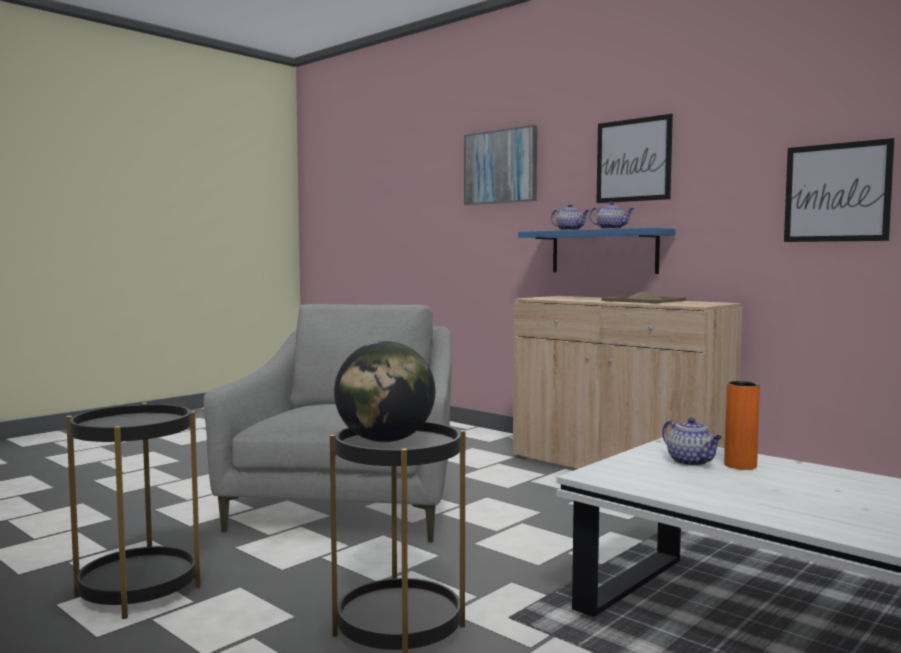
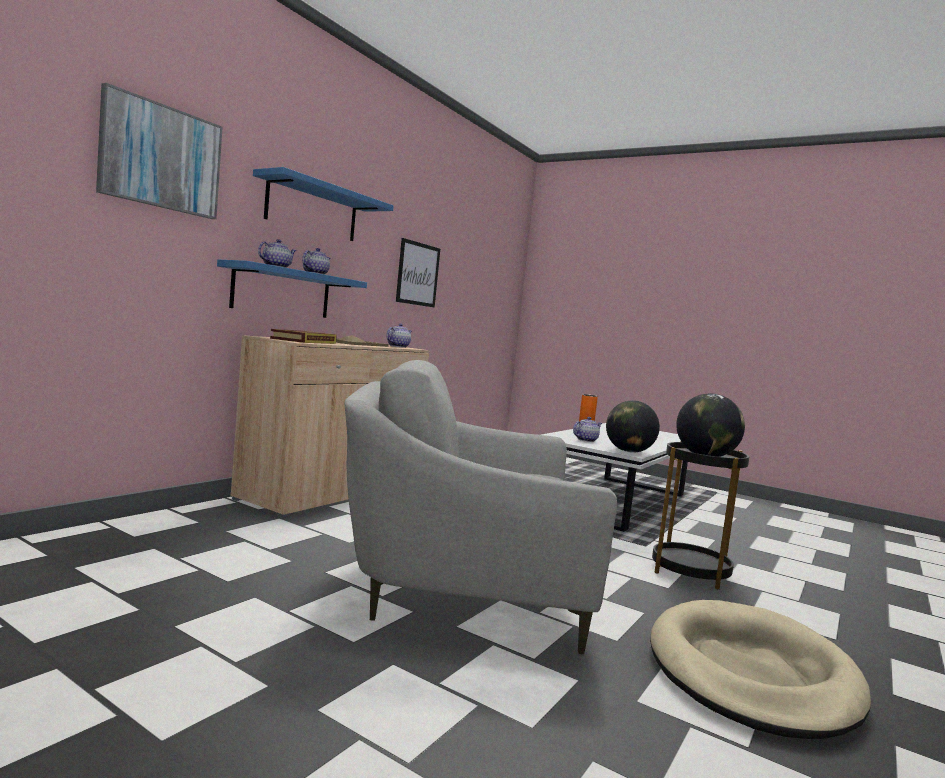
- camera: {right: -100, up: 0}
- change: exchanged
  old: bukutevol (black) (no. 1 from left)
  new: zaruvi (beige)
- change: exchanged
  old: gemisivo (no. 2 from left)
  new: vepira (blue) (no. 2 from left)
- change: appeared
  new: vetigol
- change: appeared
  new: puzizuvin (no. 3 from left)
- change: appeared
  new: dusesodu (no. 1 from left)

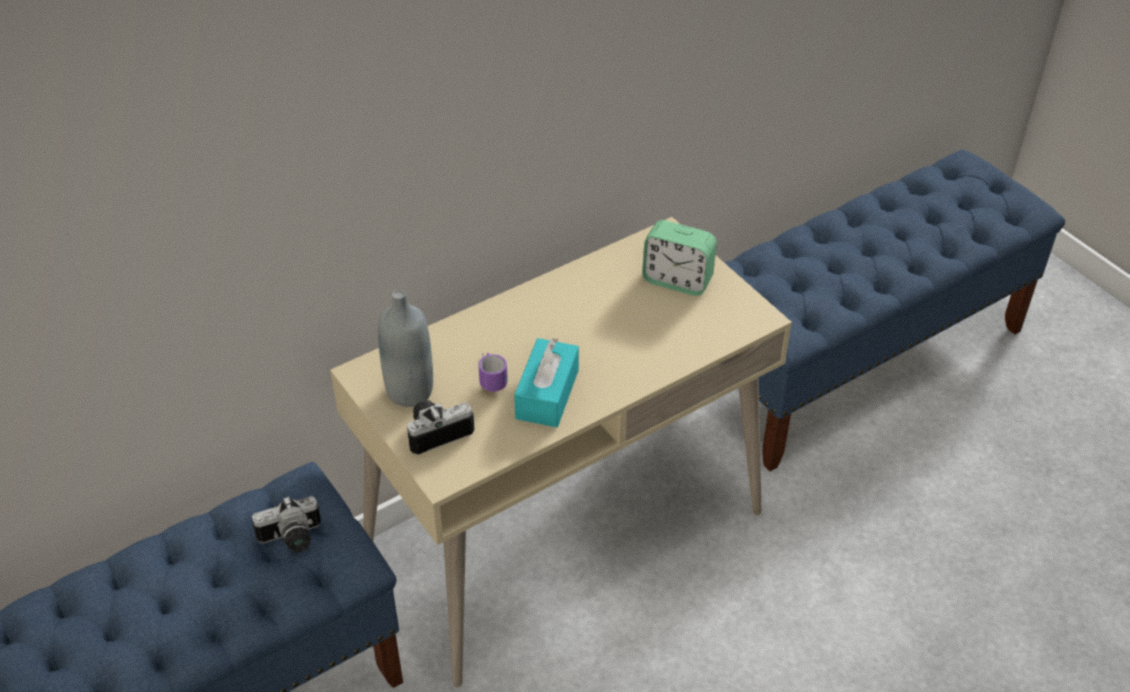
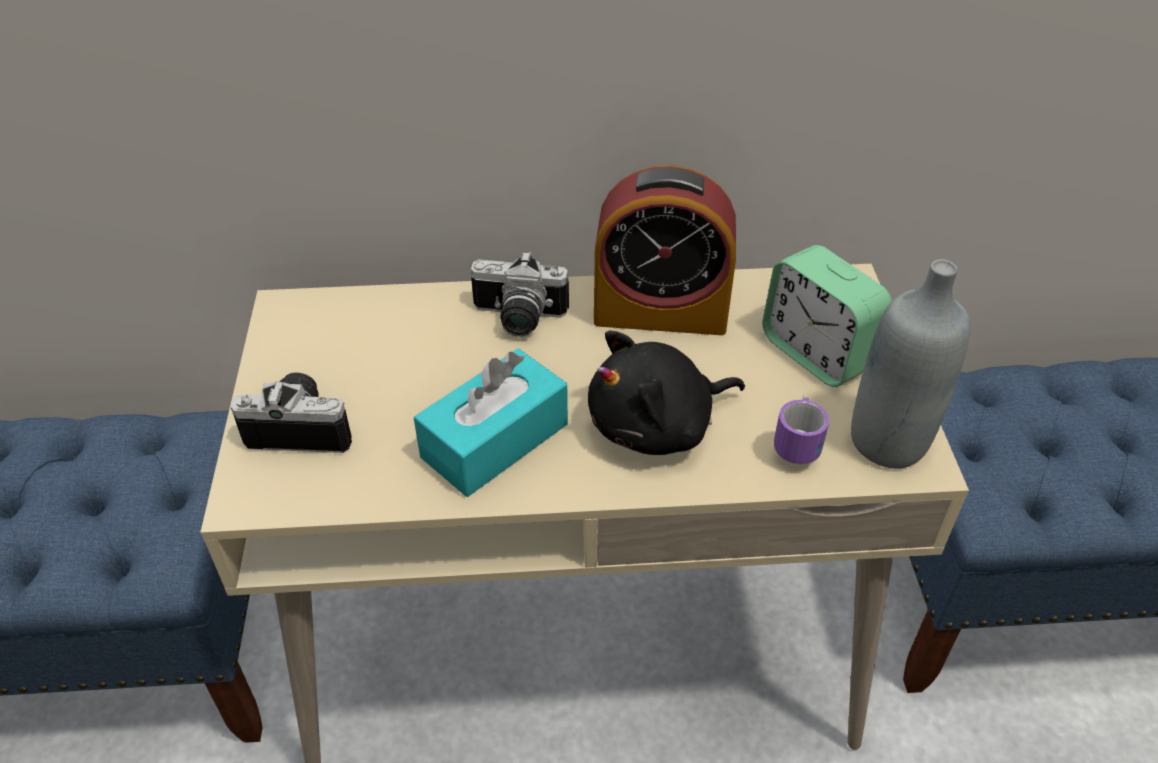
- camera: {right: 30, up: 0}
- change: relocated
  old: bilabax (no. 1 from left in the first image)
  new: bilabax (no. 2 from left)
- change: relocated
  old: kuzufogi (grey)
- change: relocated
  old: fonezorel
- change: appeared
  new: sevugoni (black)
- change: appeared
  new: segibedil (no. 1 from left)

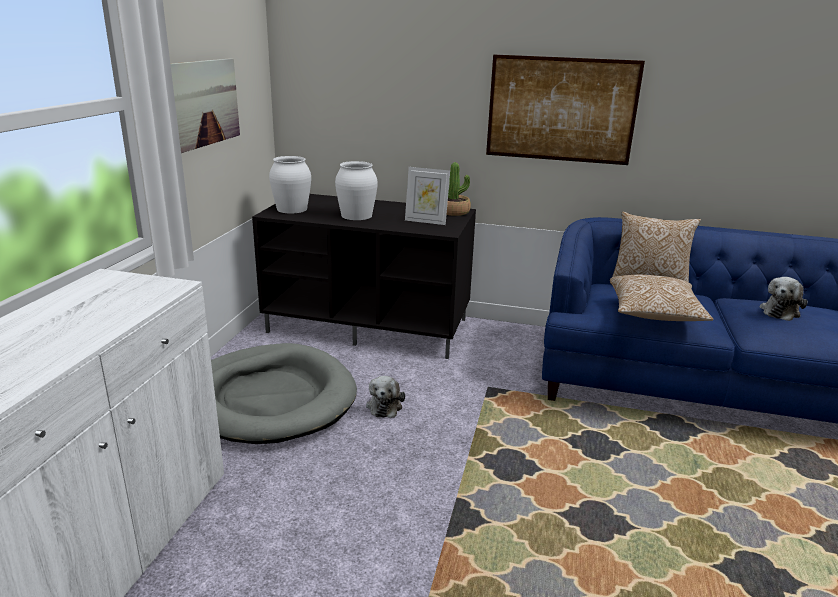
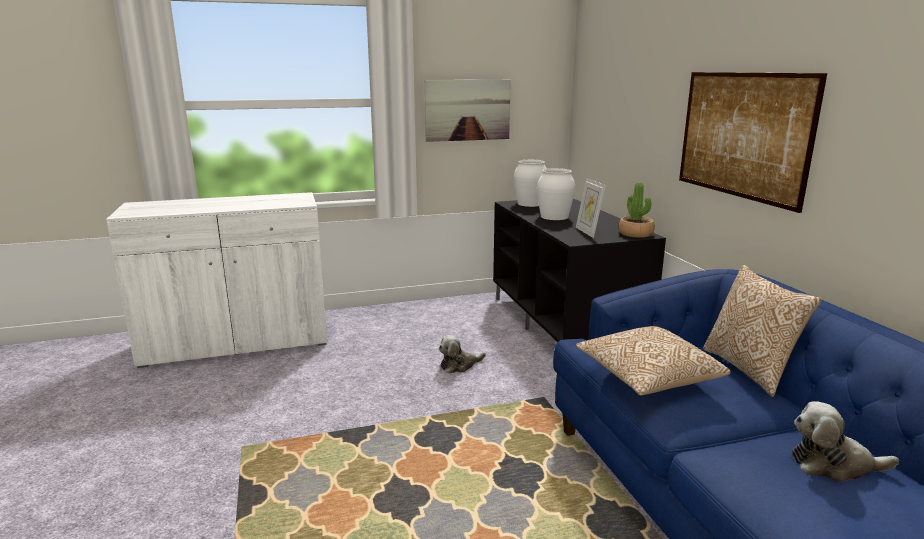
- camera: {right: 60, up: -5}
- change: missing
  old: zaruvi (grey)

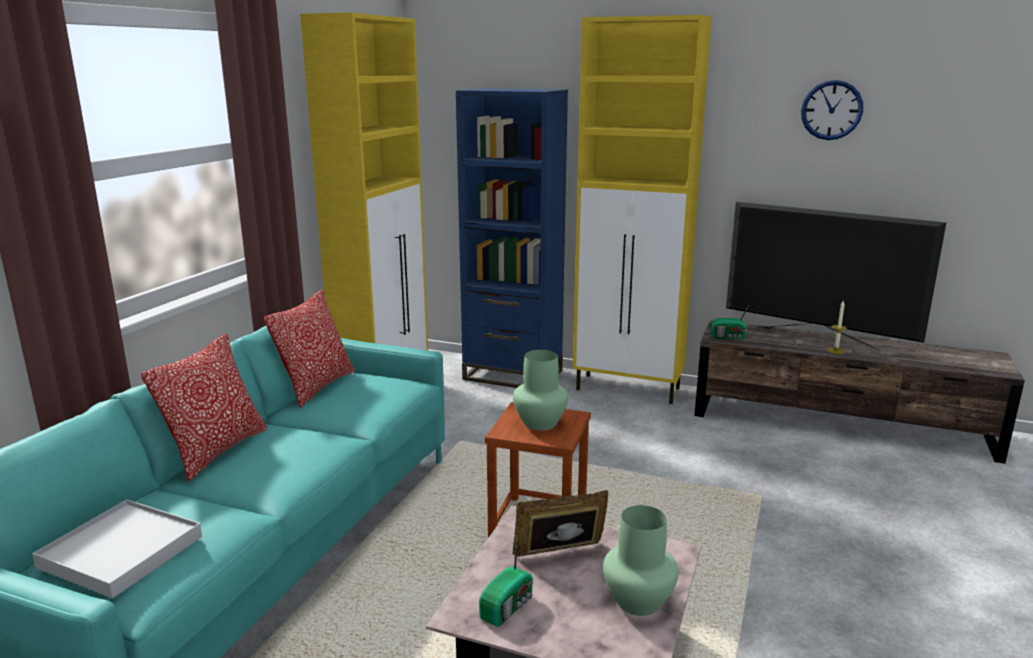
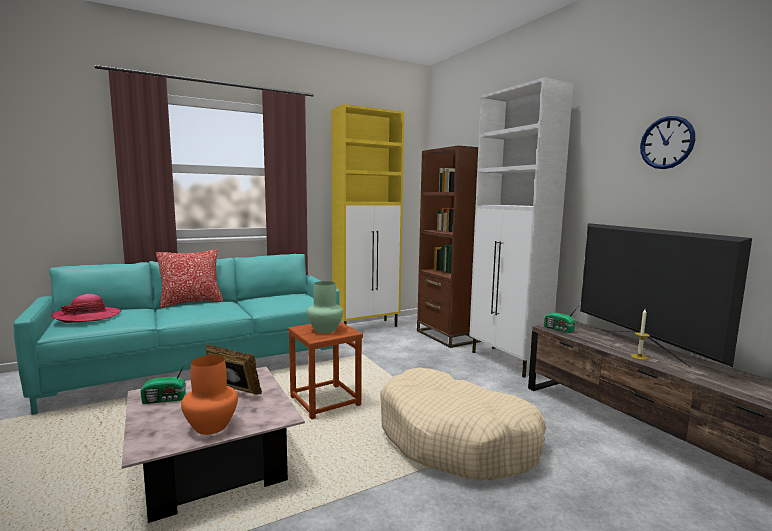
- camera: {right: 40, up: -10}
- change: exchanged
  old: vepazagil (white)
  new: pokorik
- change: missing
  old: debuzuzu (no. 2 from left)
- change: colour
  old: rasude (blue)
  new: rasude (brown)
- change: colour
  old: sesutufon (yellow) (no. 2 from left)
  new: sesutufon (white)
- change: colour
  old: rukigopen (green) (no. 2 from left)
  new: rukigopen (orange)
- change: appeared
  new: zaruvi (beige)

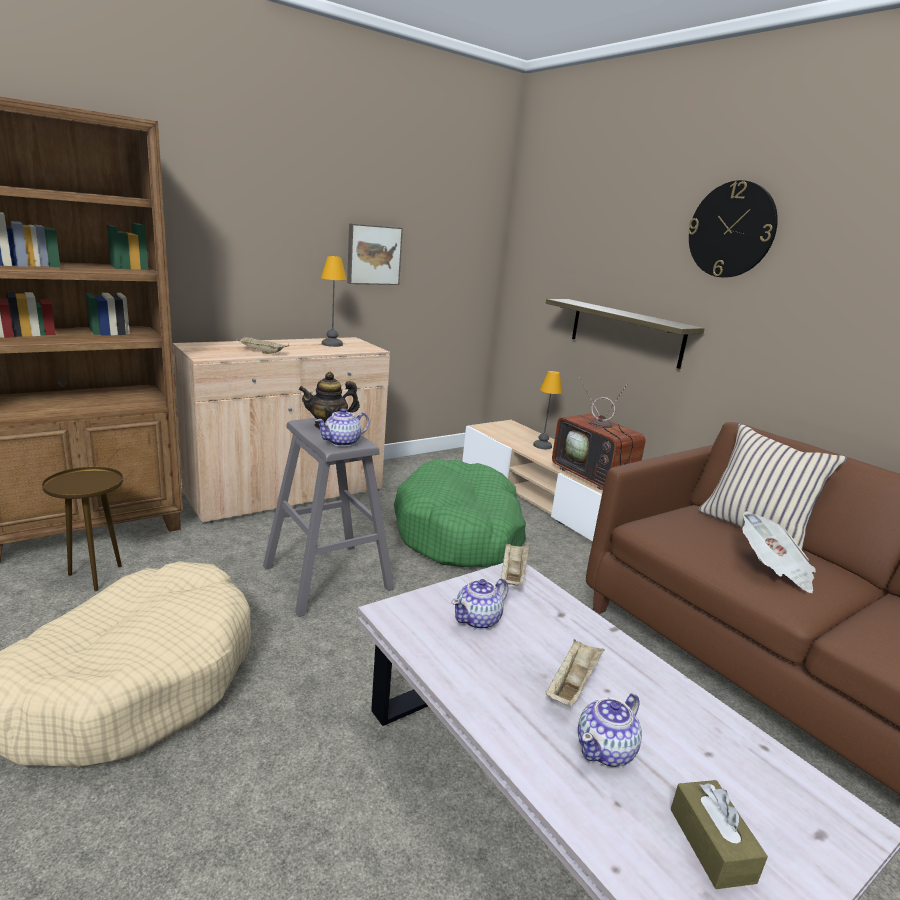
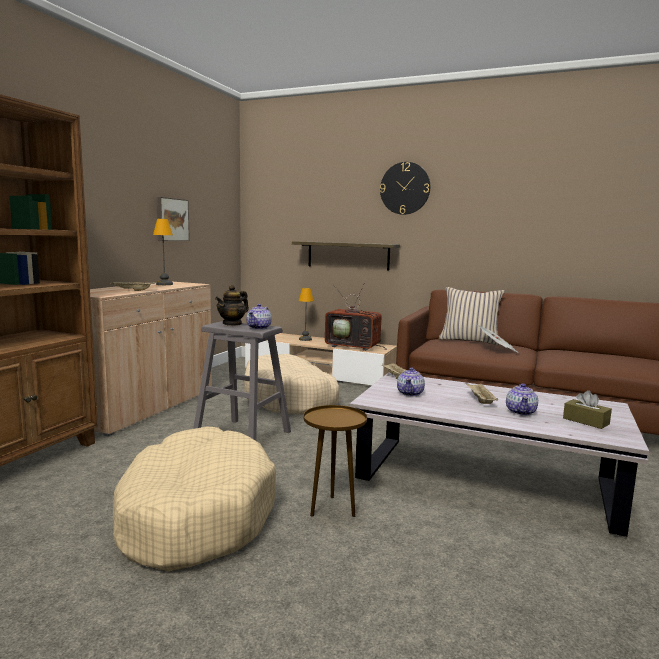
- camera: {right: -30, up: -10}
- change: relocated
  old: bukutevol (brown)
- change: colour
  old: zaruvi (green)
  new: zaruvi (beige) (no. 2 from left)

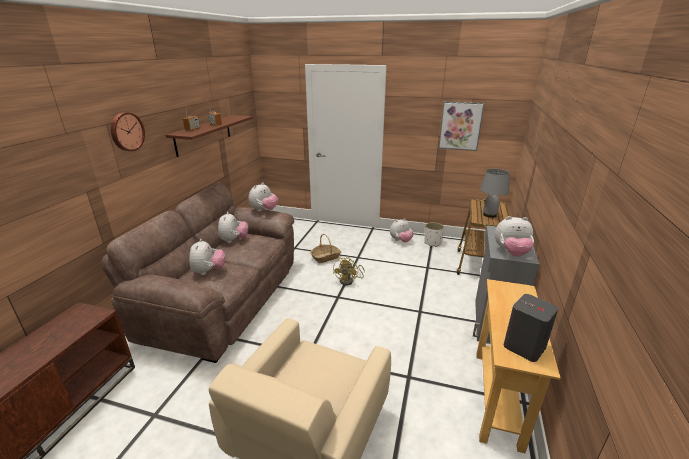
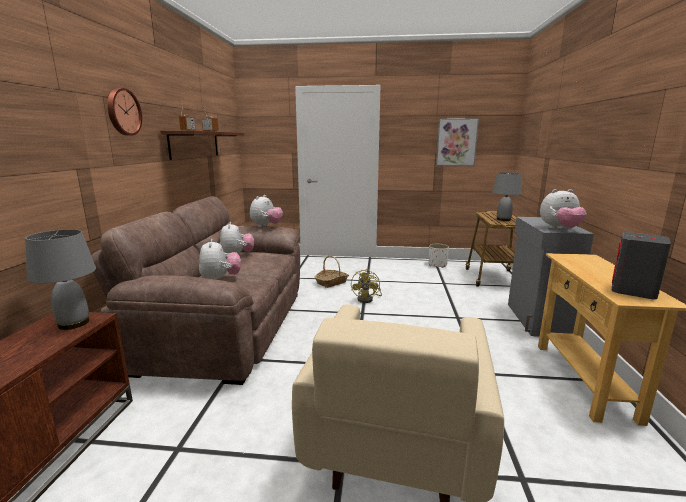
- camera: {right: -10, up: -10}
- change: missing
  old: sevugoni (no. 4 from left)
- change: appeared
  new: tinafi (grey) (no. 1 from left)

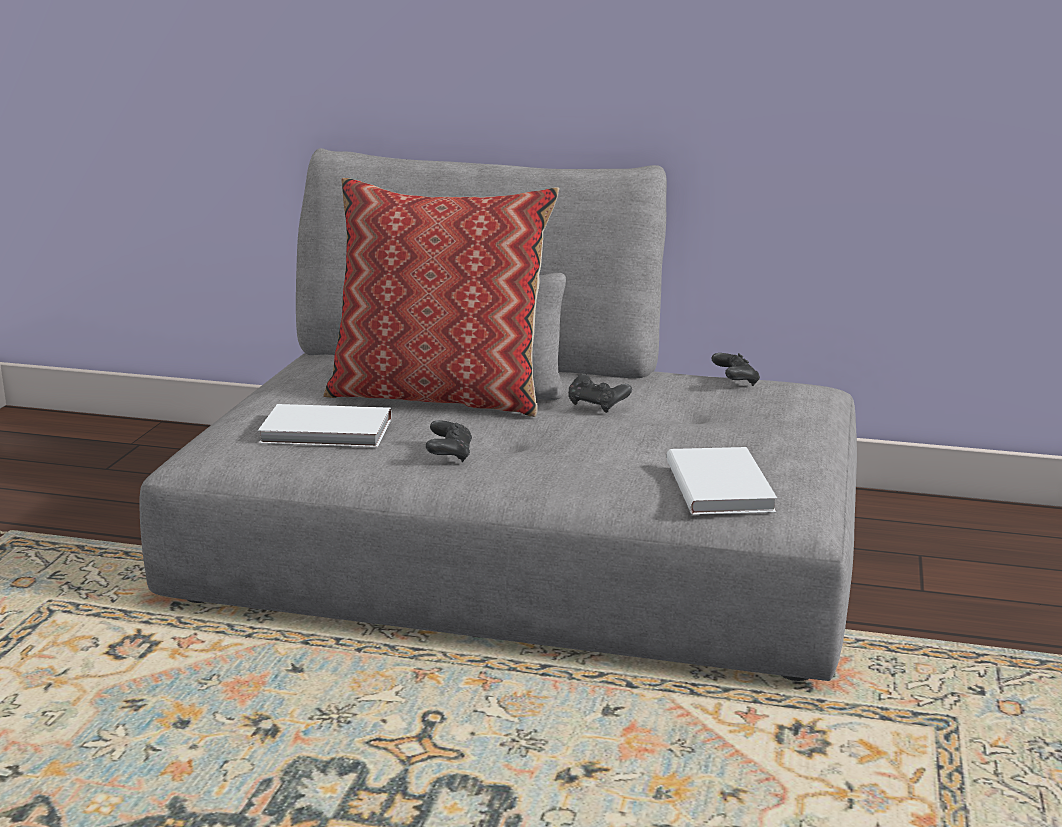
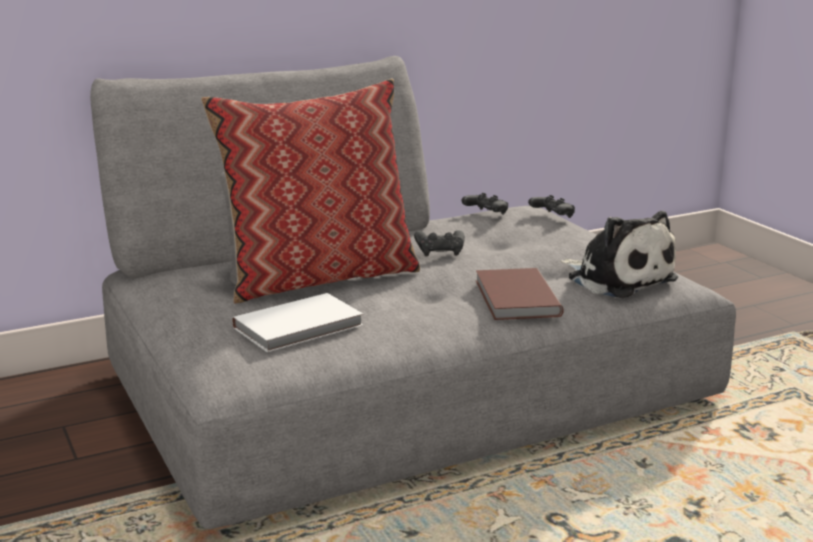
- camera: {right: -40, up: 0}
- change: relocated
  old: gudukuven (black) (no. 1 from left in the first image)
  new: gudukuven (black) (no. 3 from left)
- change: exchanged
  old: vetigol (white) (no. 2 from left)
  new: sevugoni
- change: appeared
  new: vetigol (brown)

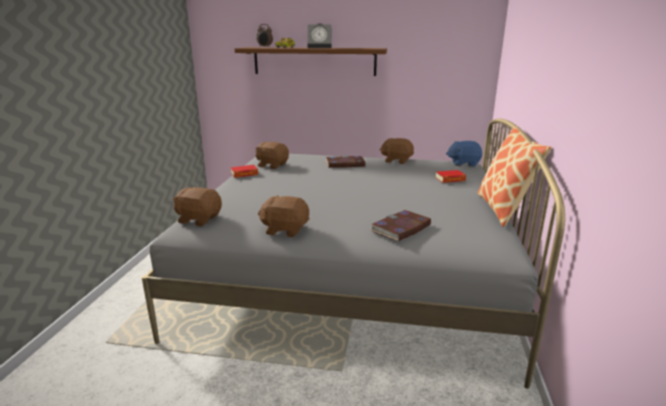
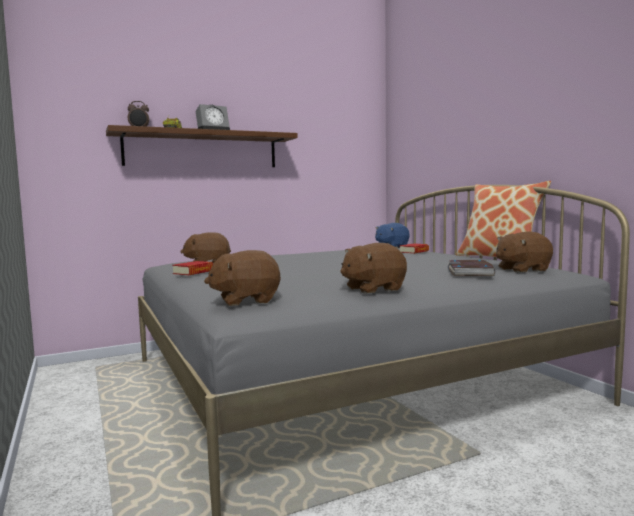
- camera: {right: -35, up: -15}
- change: missing
  old: vetigol (no. 2 from left)
- change: relocated
  old: sevugoni (brown) (no. 4 from left)

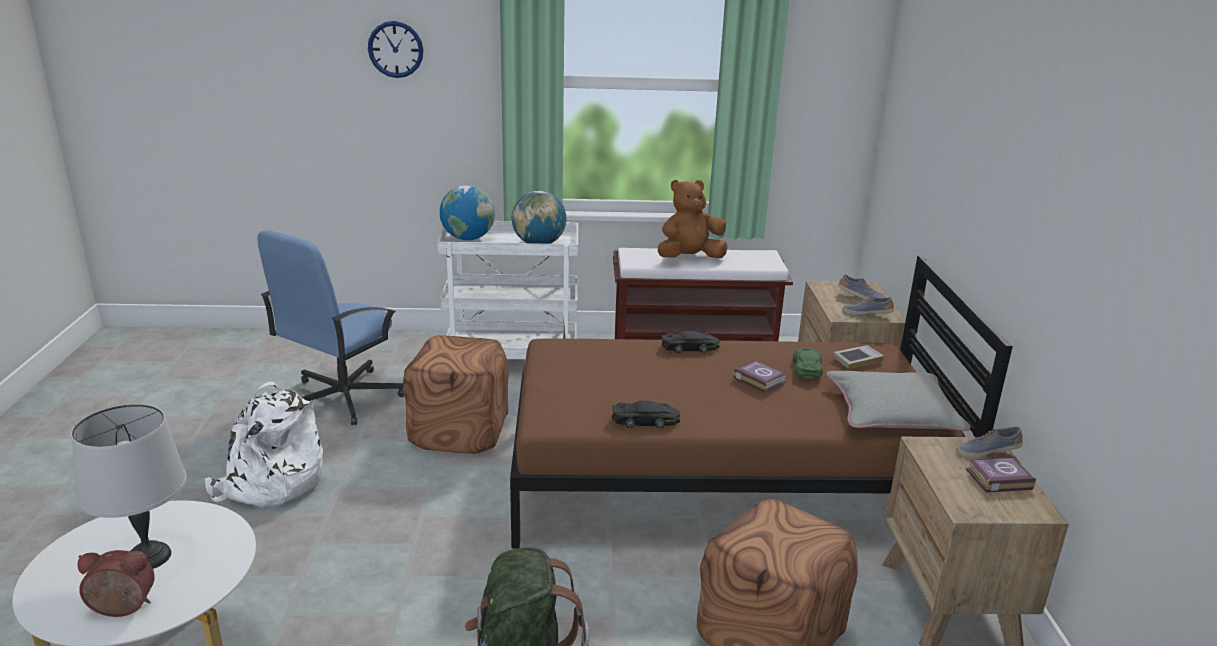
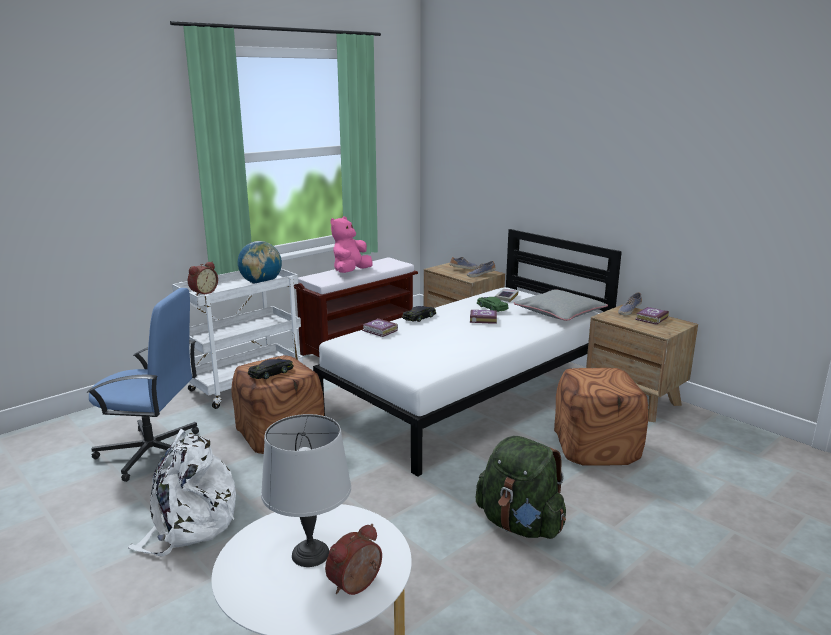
- camera: {right: -40, up: -5}
- change: spun
  old: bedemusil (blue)
  degrees: -75
- change: missing
  old: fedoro
- change: exchanged
  old: dusesodu (no. 1 from left)
  new: segibedil (no. 1 from left)
- change: colour
  old: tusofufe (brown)
  new: tusofufe (white)
- change: relocated
  old: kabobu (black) (no. 1 from left)
- change: colour
  old: sevugoni (brown)
  new: sevugoni (pink)
- change: appeared
  new: vetigol (no. 1 from left)

